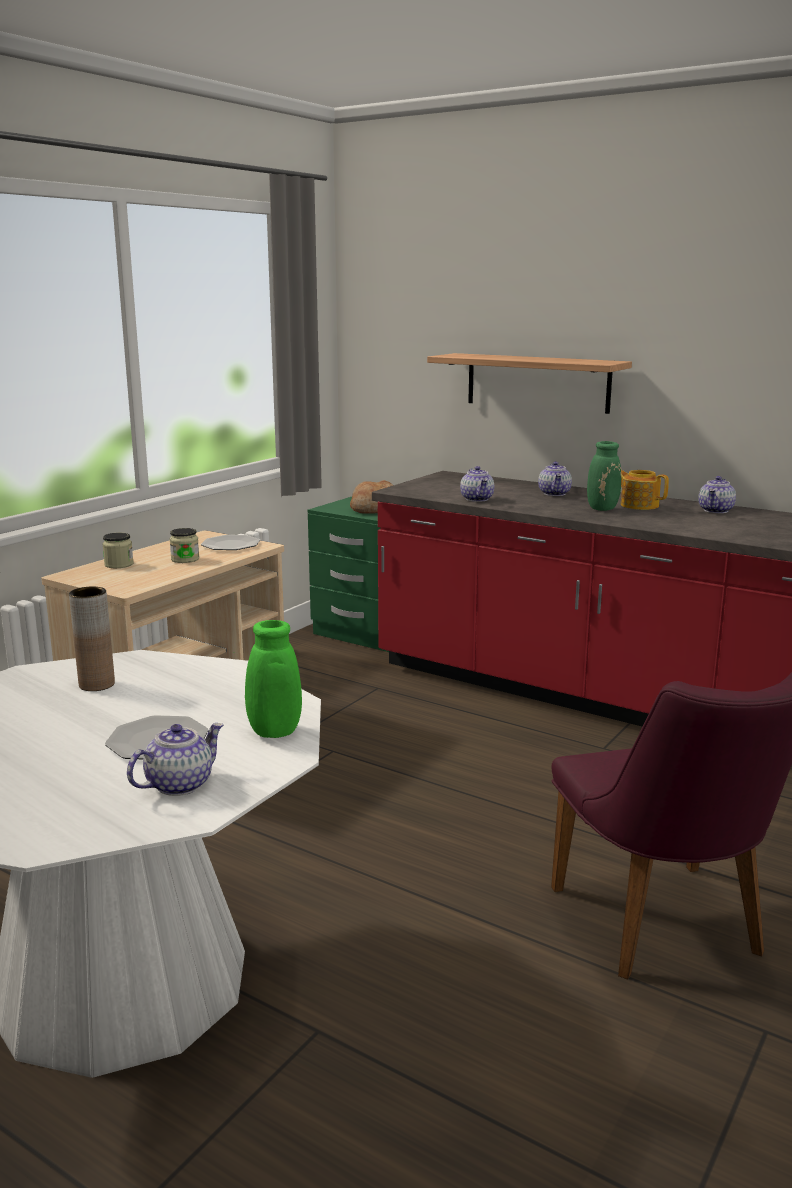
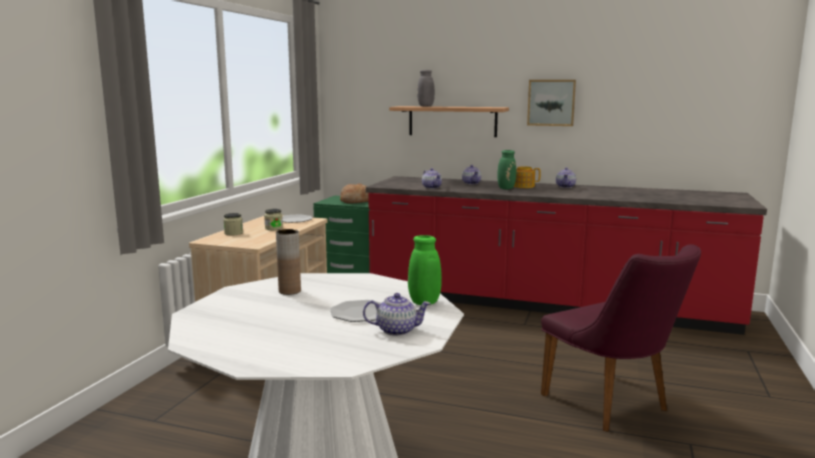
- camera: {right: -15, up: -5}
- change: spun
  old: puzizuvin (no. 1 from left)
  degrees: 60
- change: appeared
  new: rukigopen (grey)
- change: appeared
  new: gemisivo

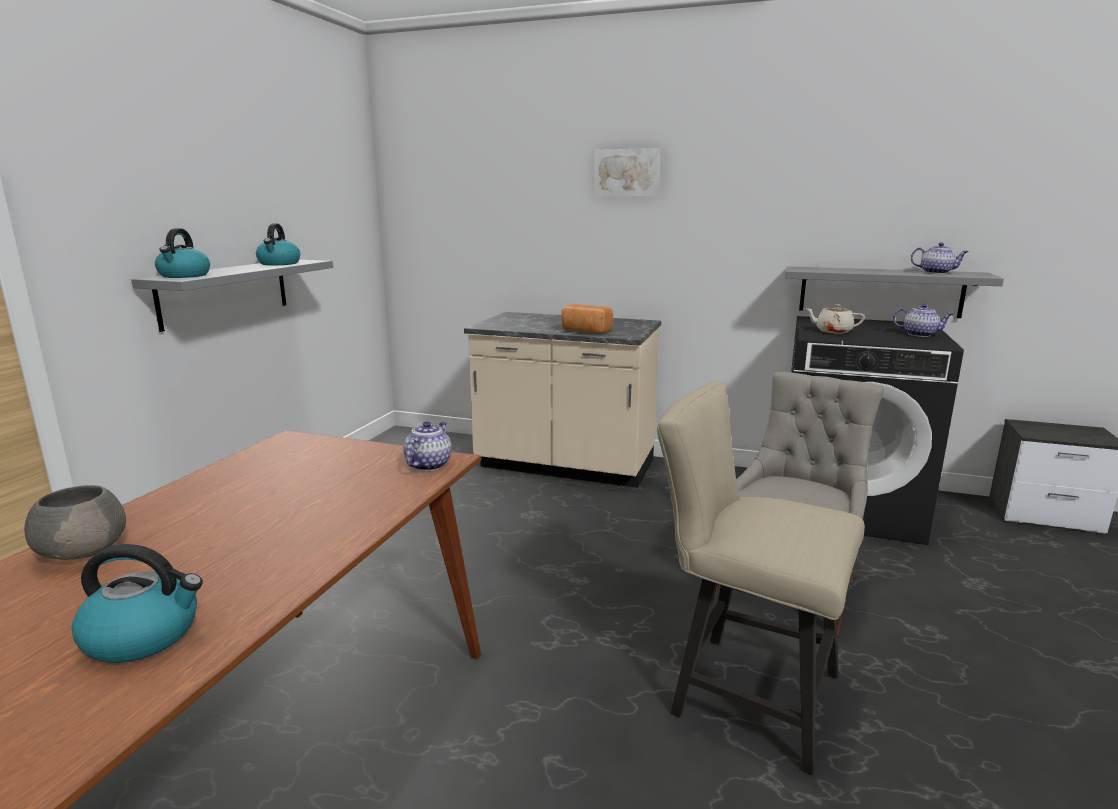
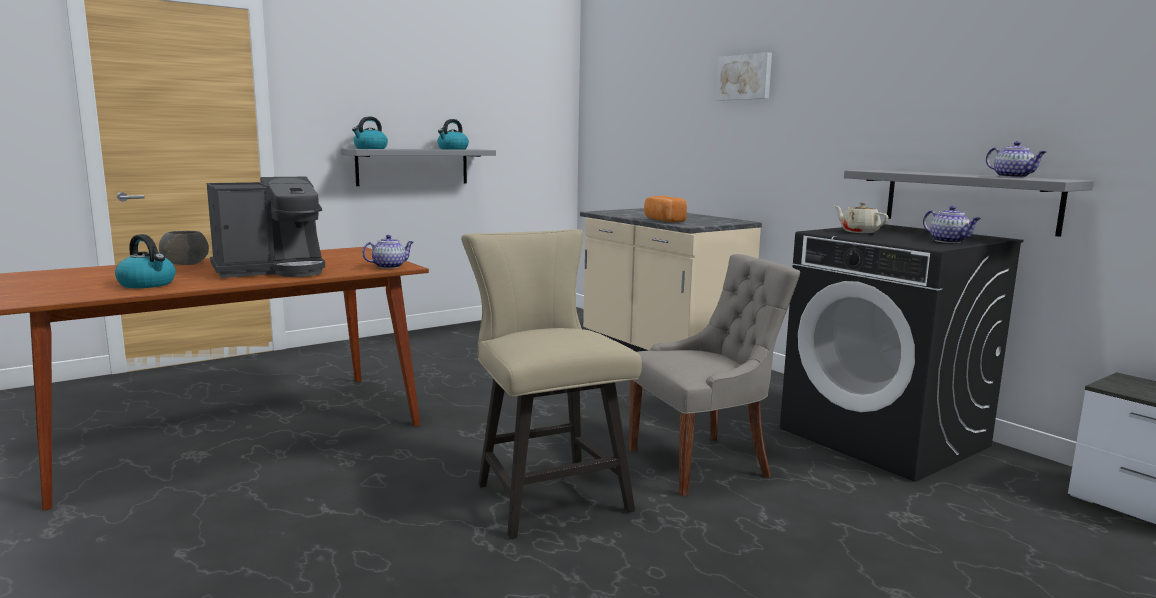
- camera: {right: 35, up: -5}
- change: appeared
  new: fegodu

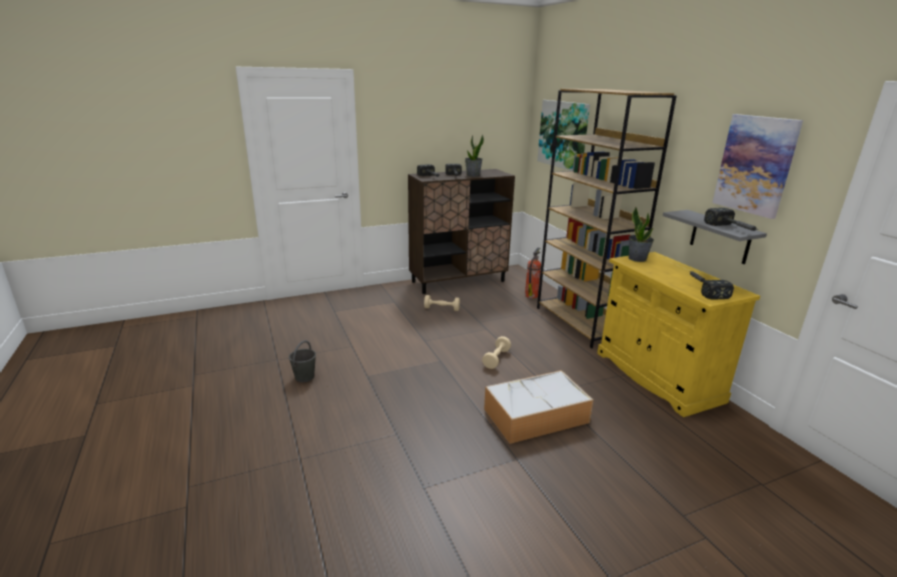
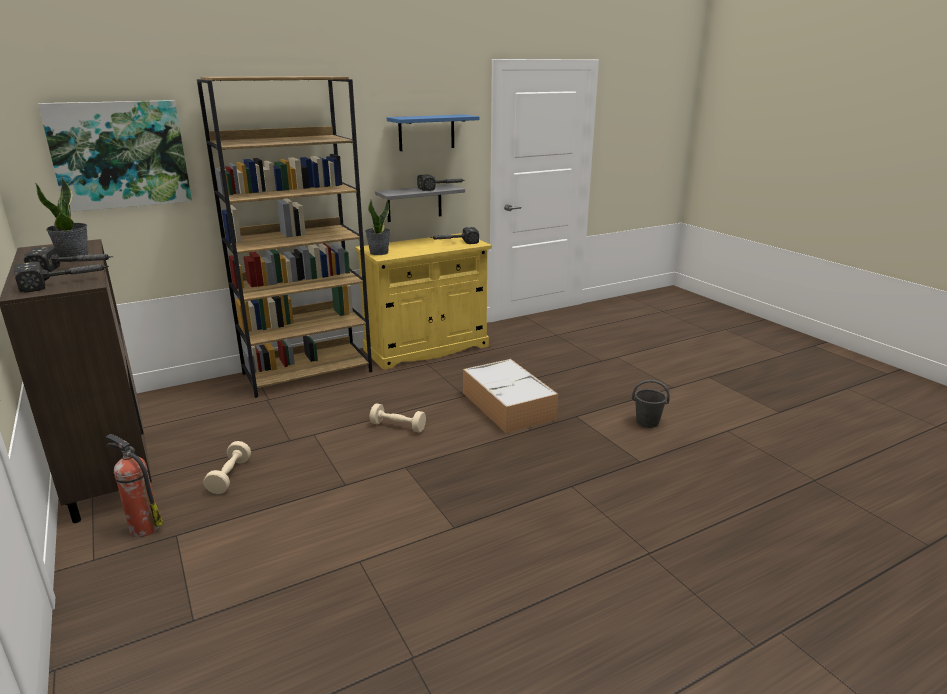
- camera: {right: -95, up: 0}
- change: relocated
  old: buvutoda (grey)
- change: relocated
  old: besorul
- change: exchanged
  old: gemisivo (no. 2 from left)
  new: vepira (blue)

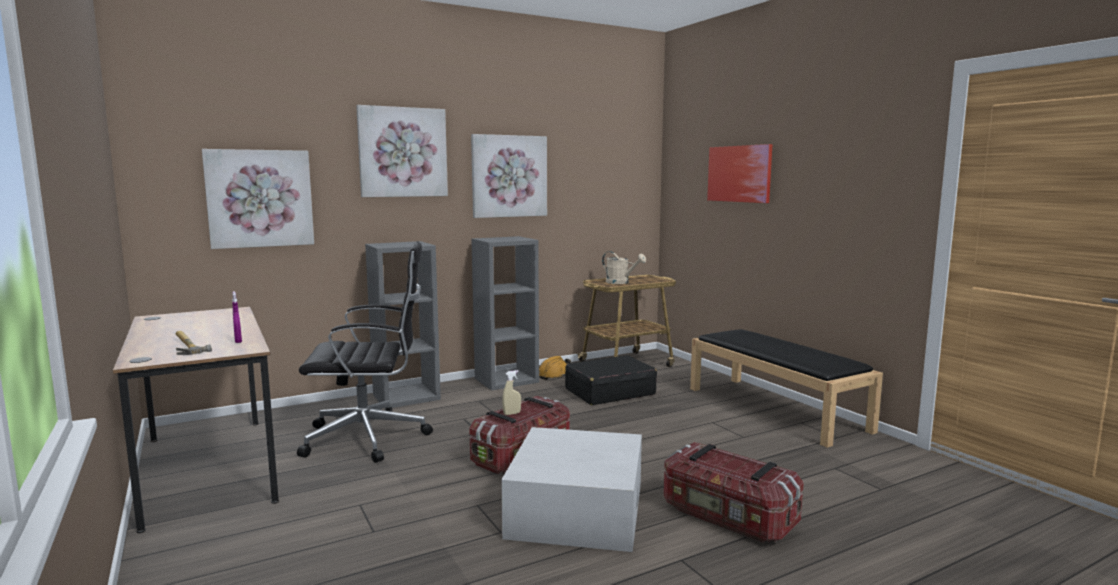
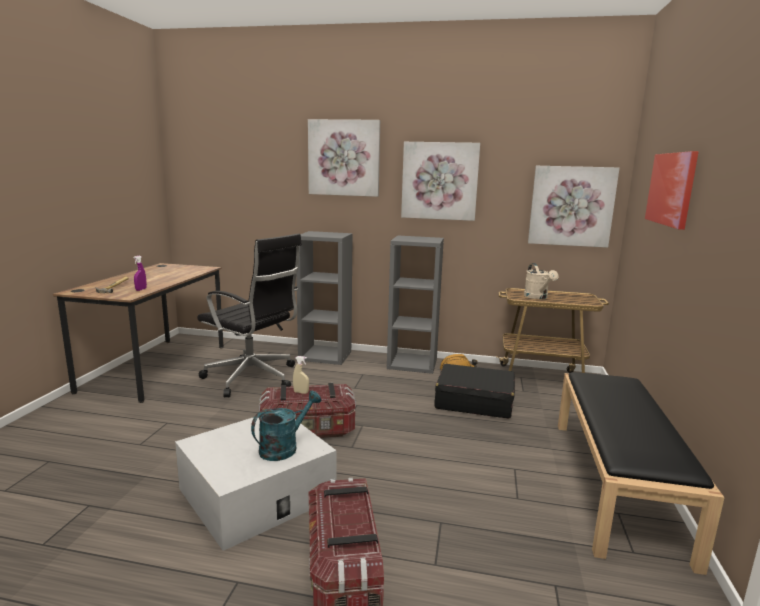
- camera: {right: 40, up: 5}
- change: relocated
  old: gemisivo (no. 1 from left in the first image)
  new: gemisivo (no. 3 from left)
- change: appeared
  new: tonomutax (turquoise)

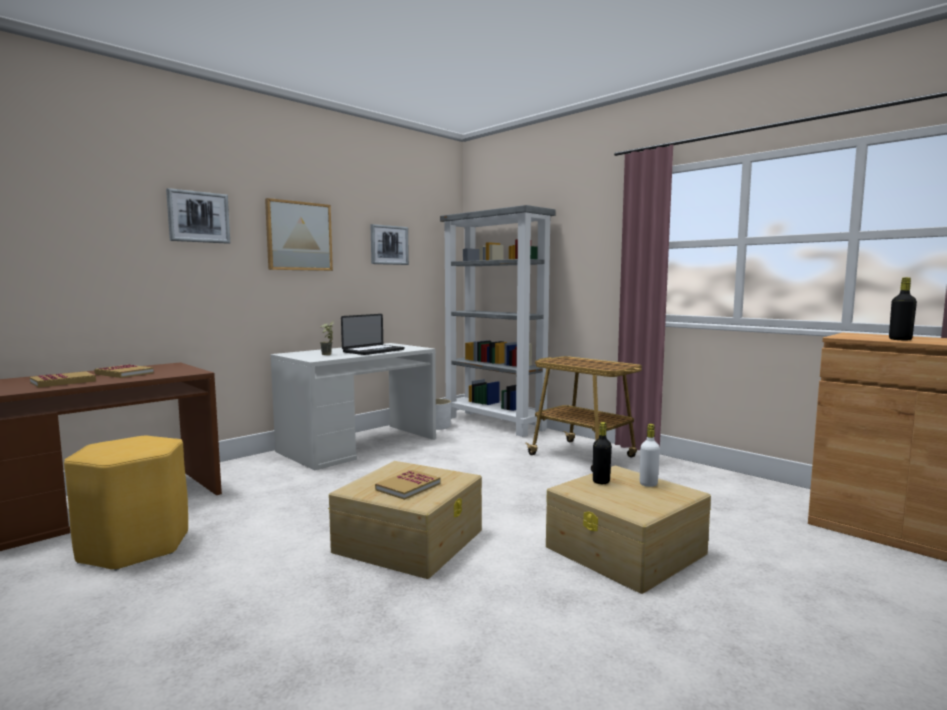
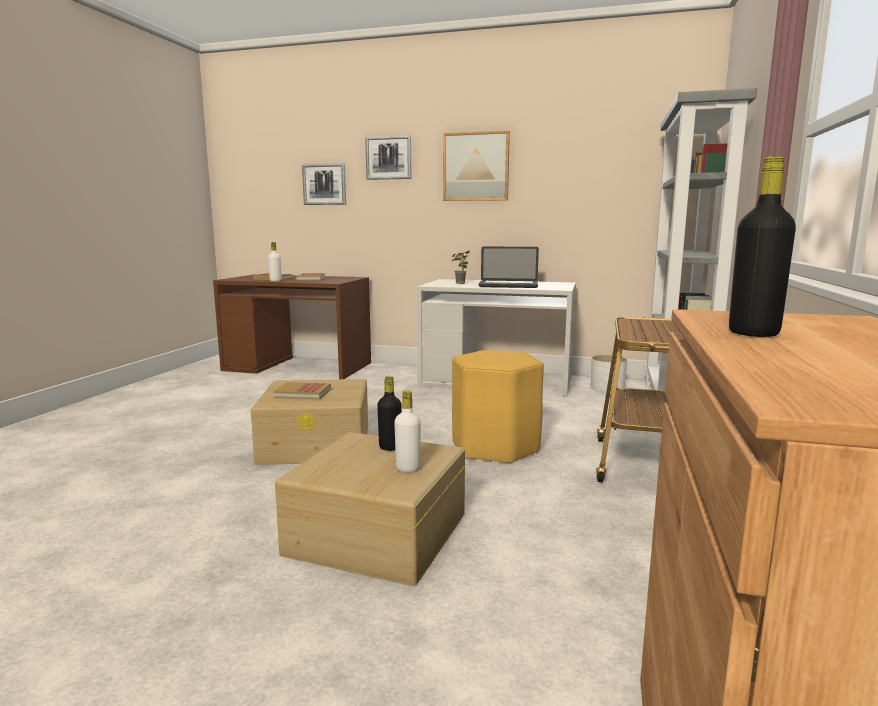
- camera: {right: 60, up: 5}
- change: relocated
  old: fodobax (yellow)
- change: relocated
  old: gemisivo (no. 3 from left in the first image)
  new: gemisivo (no. 1 from left)
- change: appeared
  new: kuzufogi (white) (no. 1 from left)

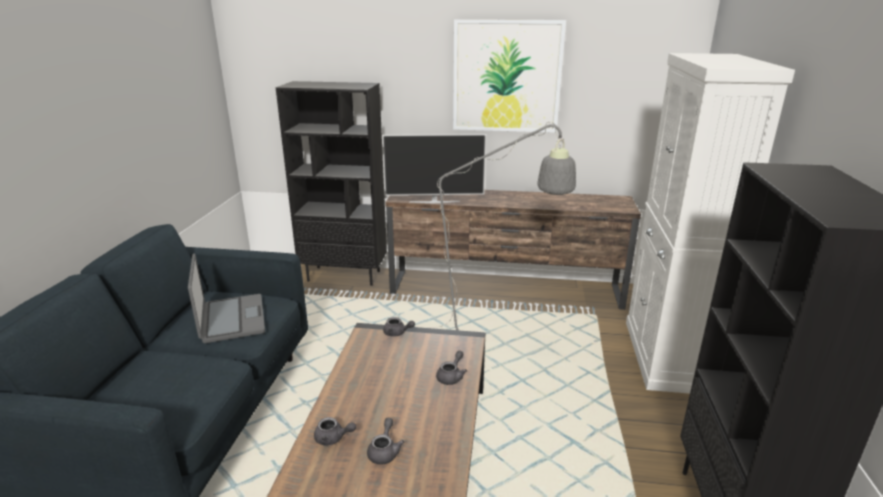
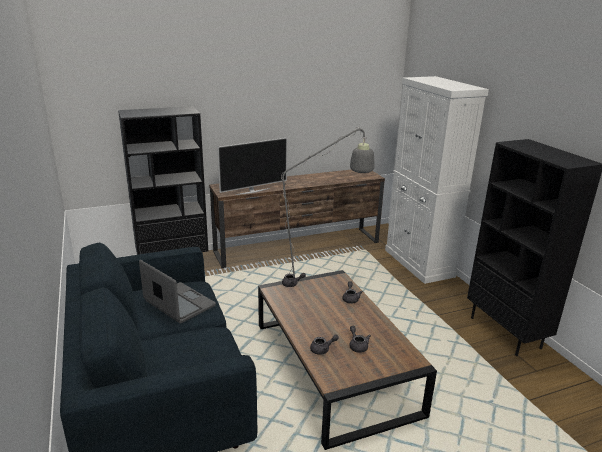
- camera: {right: -30, up: 0}
- change: missing
  old: gemisivo

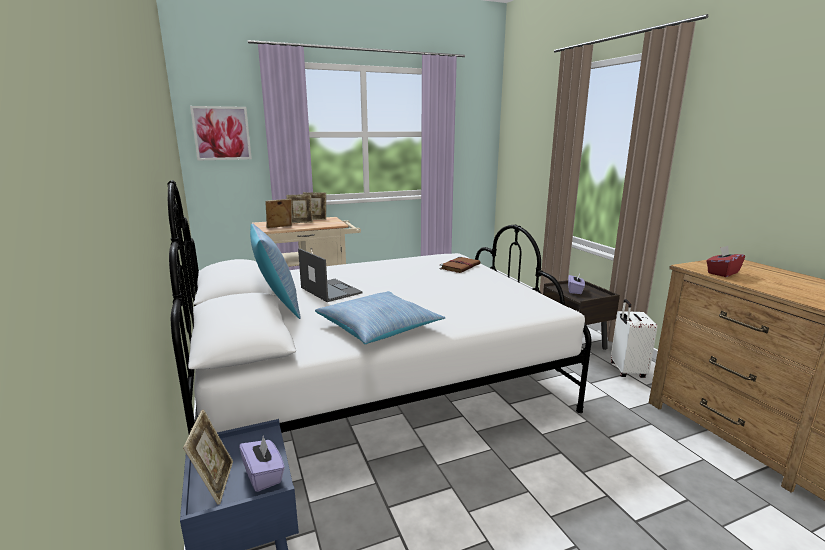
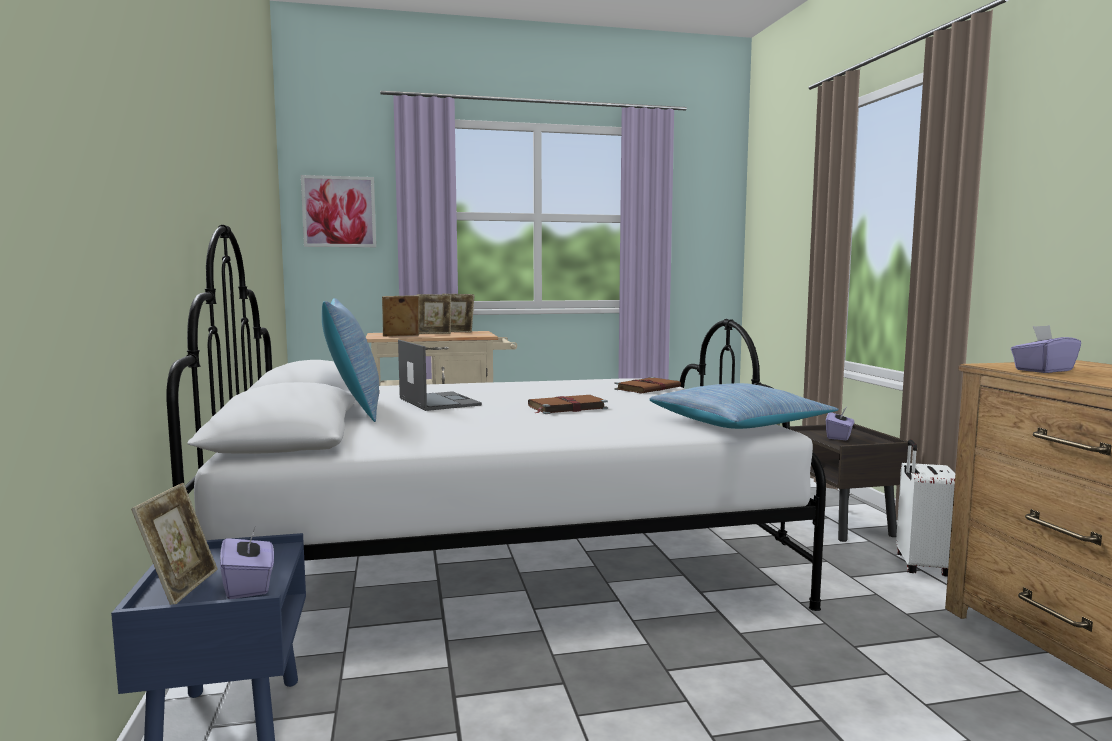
- camera: {right: 10, up: -10}
- change: relocated
  old: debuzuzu (no. 2 from left)
- change: colour
  old: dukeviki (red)
  new: dukeviki (purple) (no. 3 from left)
- change: appeared
  new: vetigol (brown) (no. 1 from left)

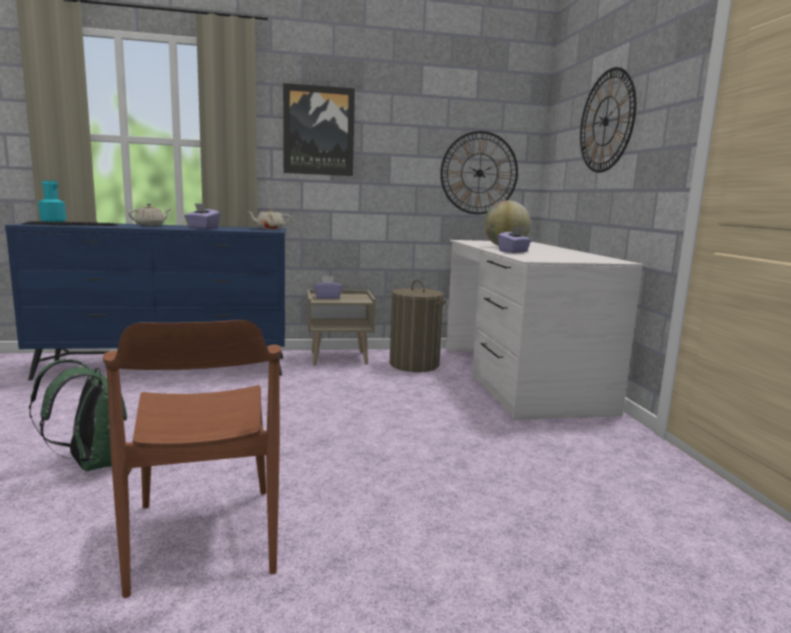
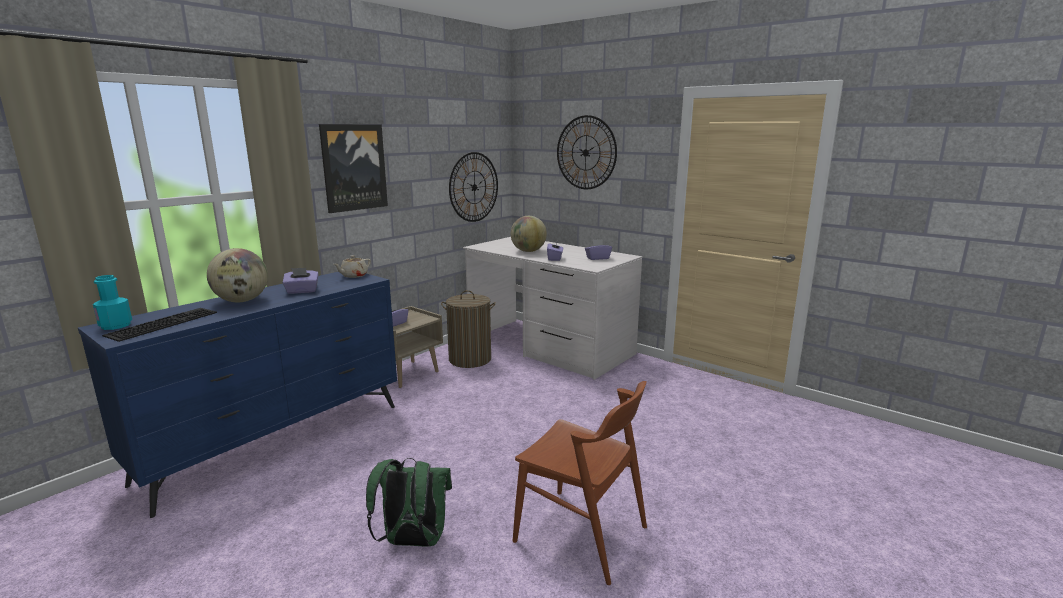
- camera: {right: -40, up: 5}
- change: exchanged
  old: puzizuvin (beige) (no. 1 from left)
  new: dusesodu (no. 1 from left)
- change: appeared
  new: dukeviki (purple) (no. 4 from left)

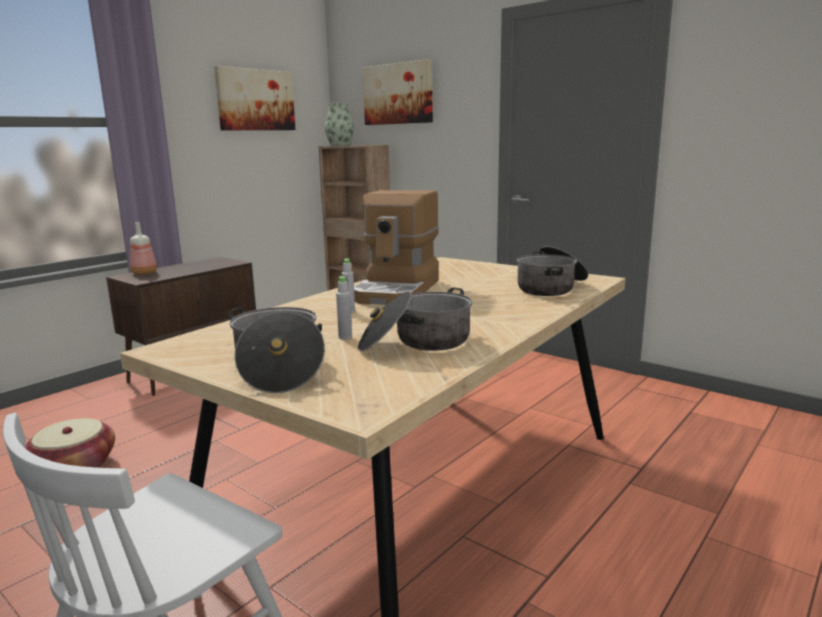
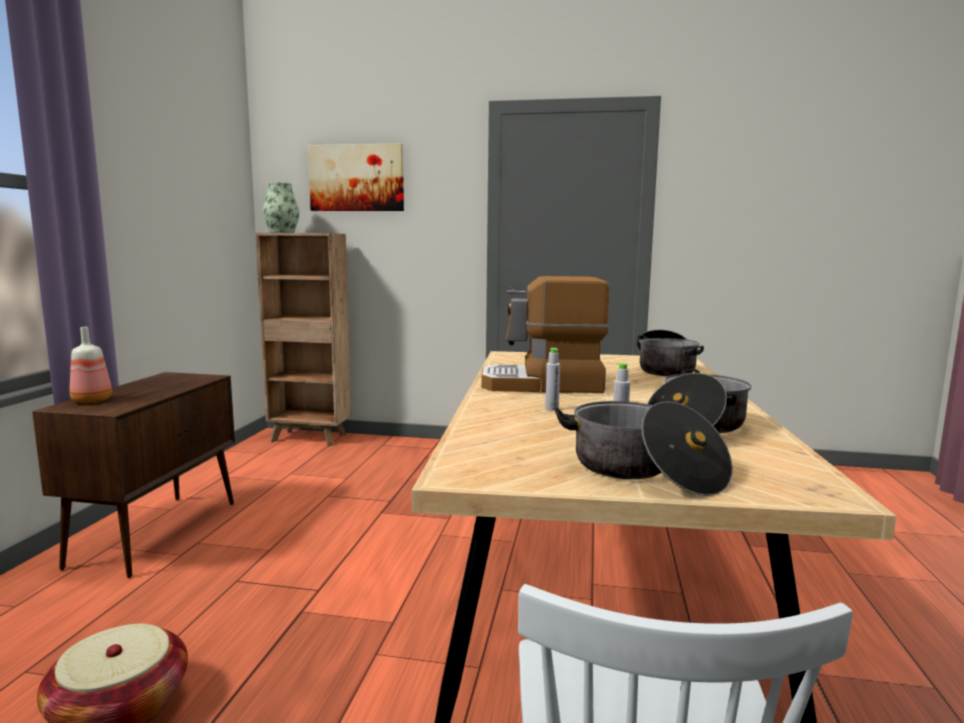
- camera: {right: -30, up: -5}
- change: missing
  old: gemisivo (no. 1 from left)
- change: spun
  old: fegodu
  degrees: 105

